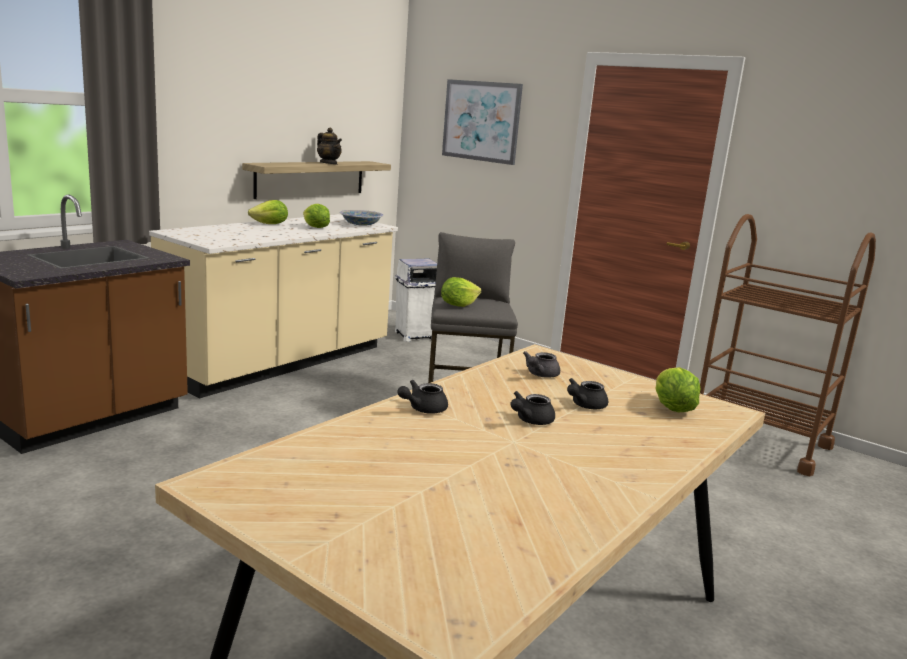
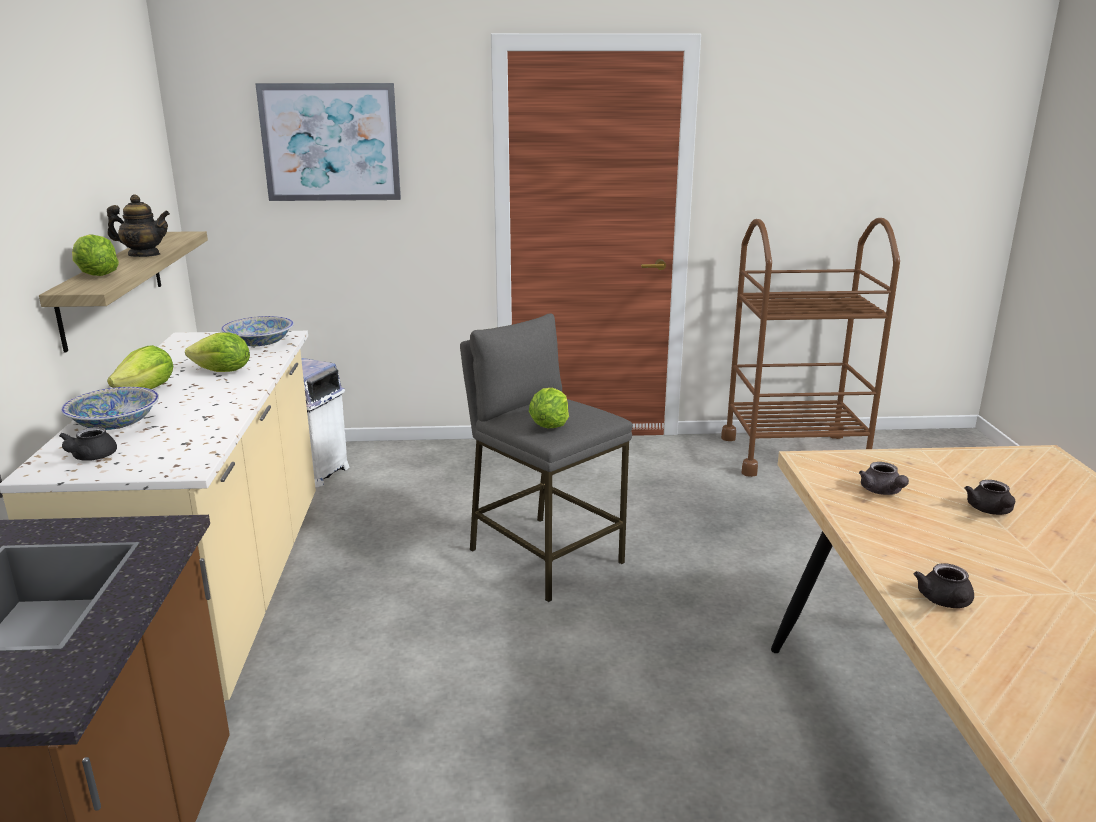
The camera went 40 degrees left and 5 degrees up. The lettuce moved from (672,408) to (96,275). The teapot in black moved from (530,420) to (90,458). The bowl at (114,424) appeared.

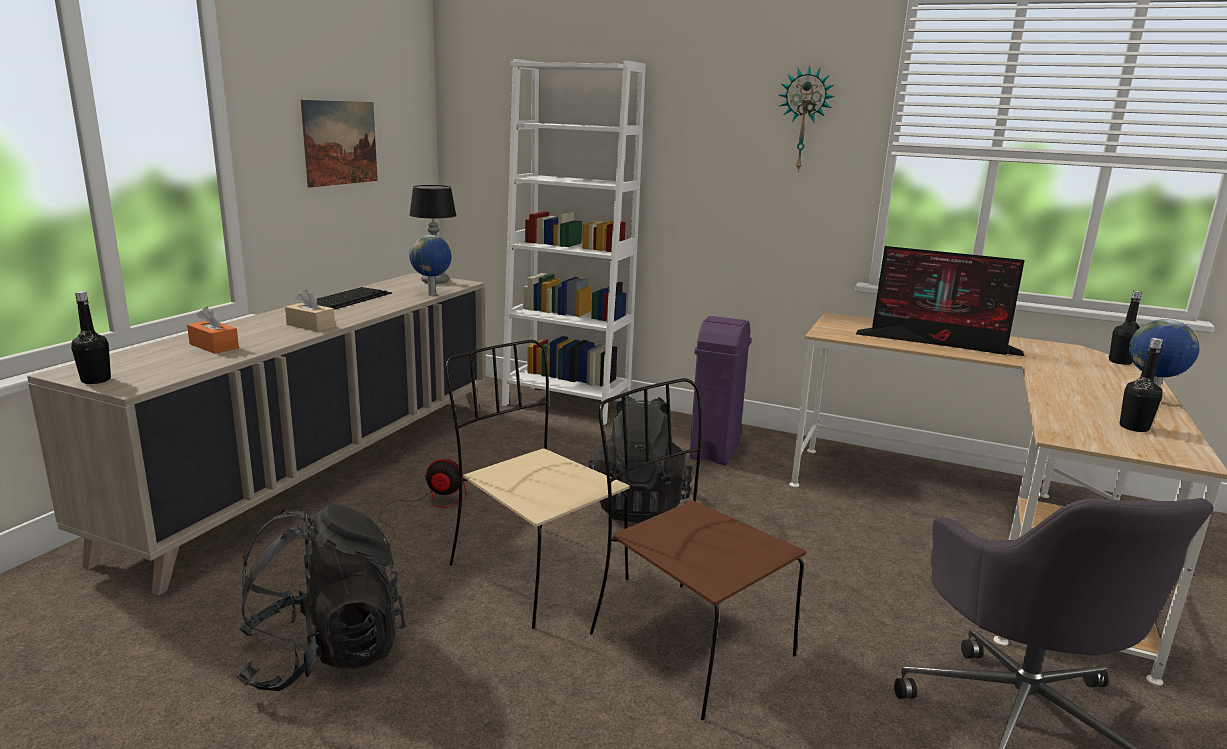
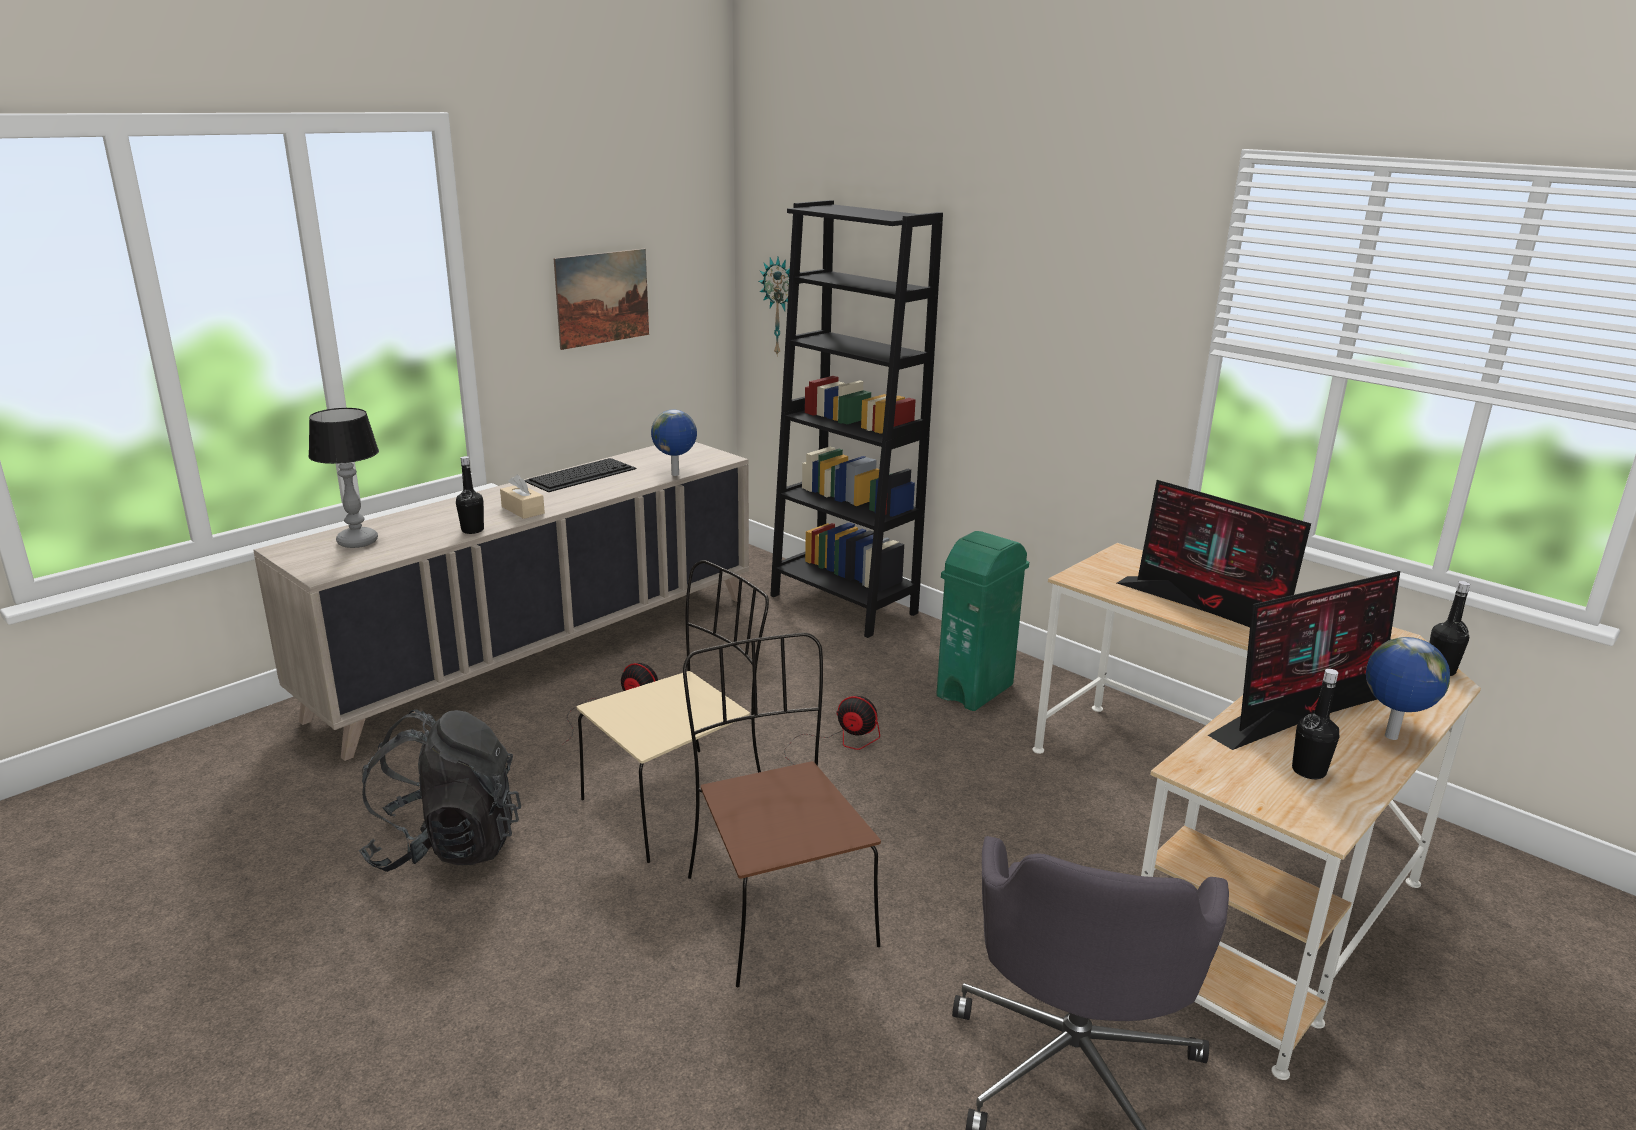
The camera went 20 degrees right and 5 degrees up. The bookcase in white at (566,404) became the bookcase in black at (843,604). The wall clock moved from (804,119) to (780,306). The table lamp moved from (436,281) to (358,542). The bottle in black moved from (96,380) to (472,530). The tissue box in orange at (214,346) disappeared. The trash can in purple at (715,451) became the trash can in green at (976,690). The chair in beige at (534,571) turned 75 degrees clockwise. The backpack in black at (638,505) was replaced by the fan at (836,745). The monitor at (1304,710) appeared.

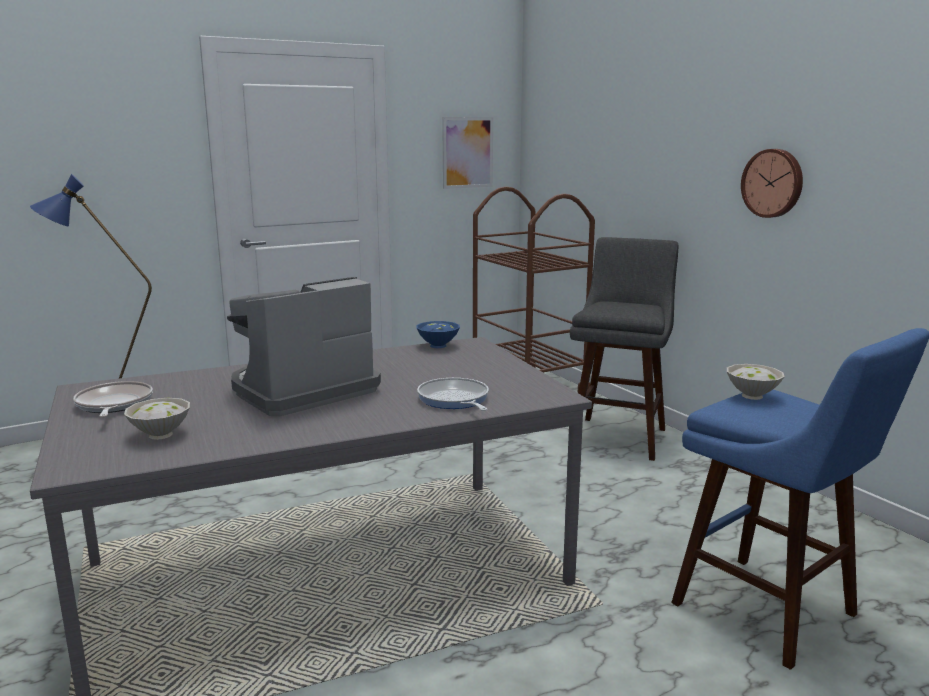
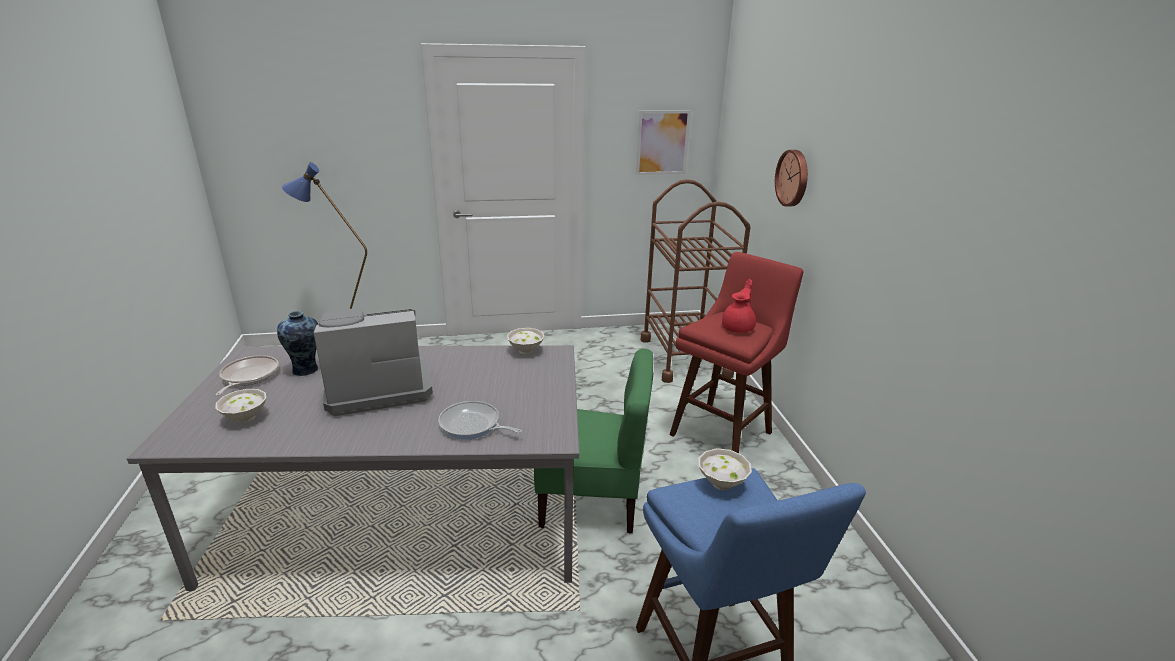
The camera went 20 degrees right and 10 degrees up. The wall clock moved from (773,183) to (793,178). The stool in grey at (619,436) became the stool in red at (723,431). The bowl in blue at (438,346) became the bowl in white at (525,351). The frying pan at (454,400) turned 60 degrees counterclockwise. The teapot in red at (738,328) appeared. The vase at (306,370) appeared. The chair in green at (591,501) appeared.

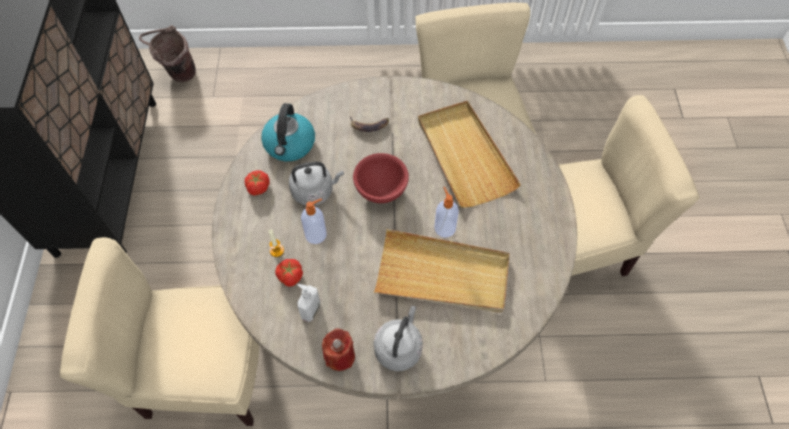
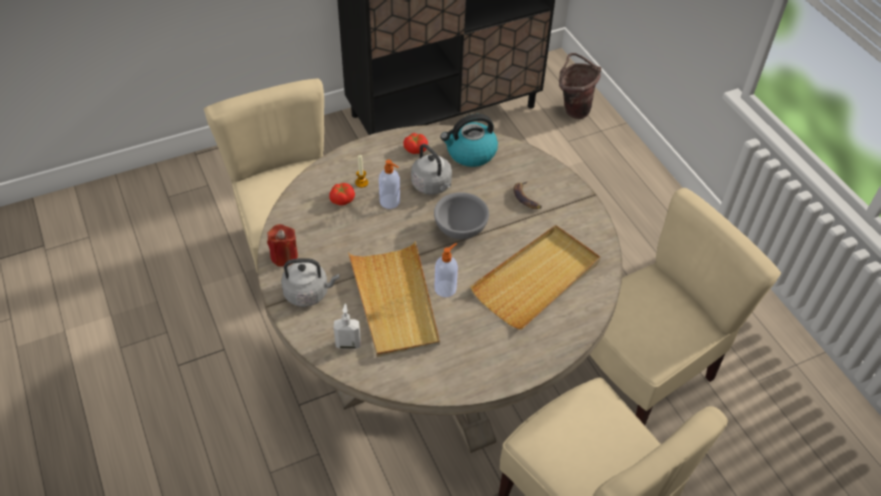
The camera went 65 degrees right and 10 degrees down. The bowl in red at (381,189) became the bowl in grey at (461,230). The soap dispenser moved from (310,310) to (348,344).

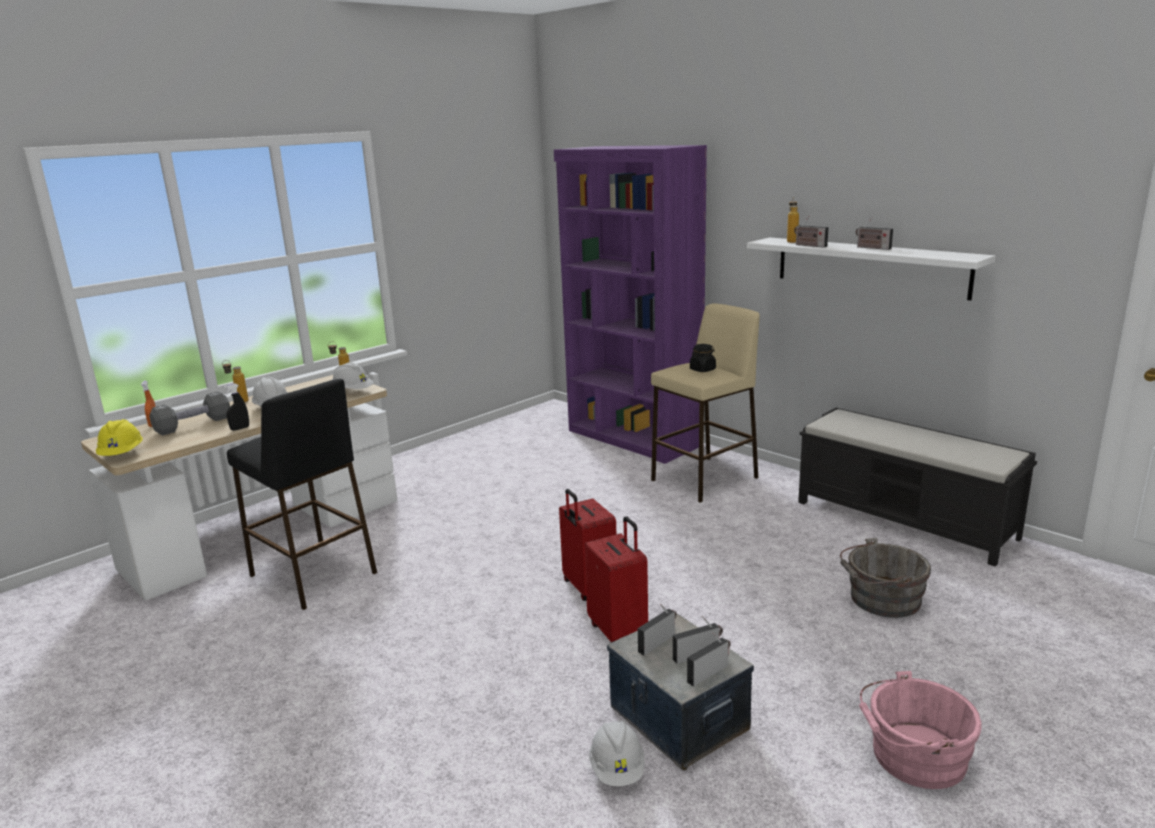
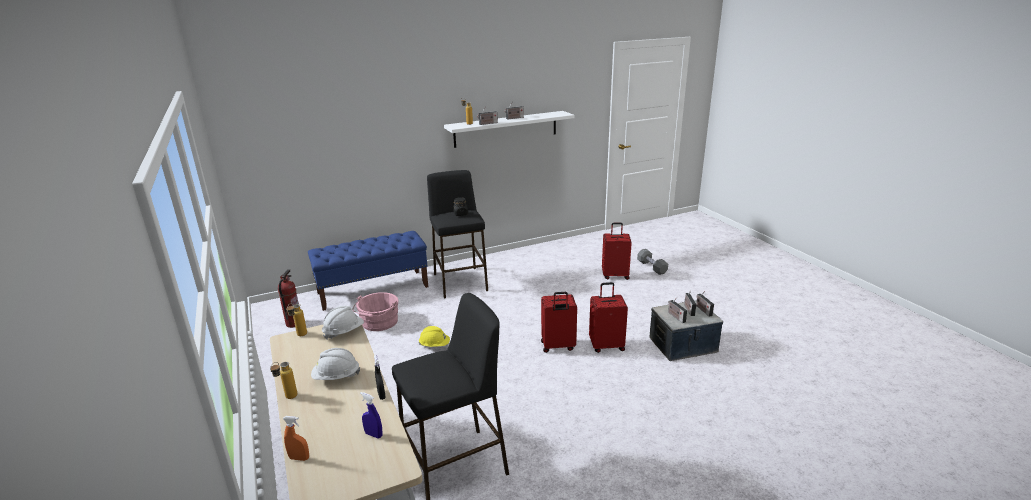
The camera went 70 degrees left and 5 degrees up. The bookcase in purple at (633,438) was replaced by the bench in blue at (373,290). The stool in beige at (705,478) became the stool in black at (460,282). The dumbbell in grey moved from (193,425) to (651,267). The bench in black at (905,520) disappeared. The hard hat in yellow moved from (122,454) to (434,345). The bucket in grey at (881,599) was replaced by the suitcase in red at (615,275). The bucket in pink moved from (913,756) to (378,323). The hard hat in white at (617,769) disappeared. The fire extinguisher at (293,323) appeared. The spray bottle in blue at (373,435) appeared.

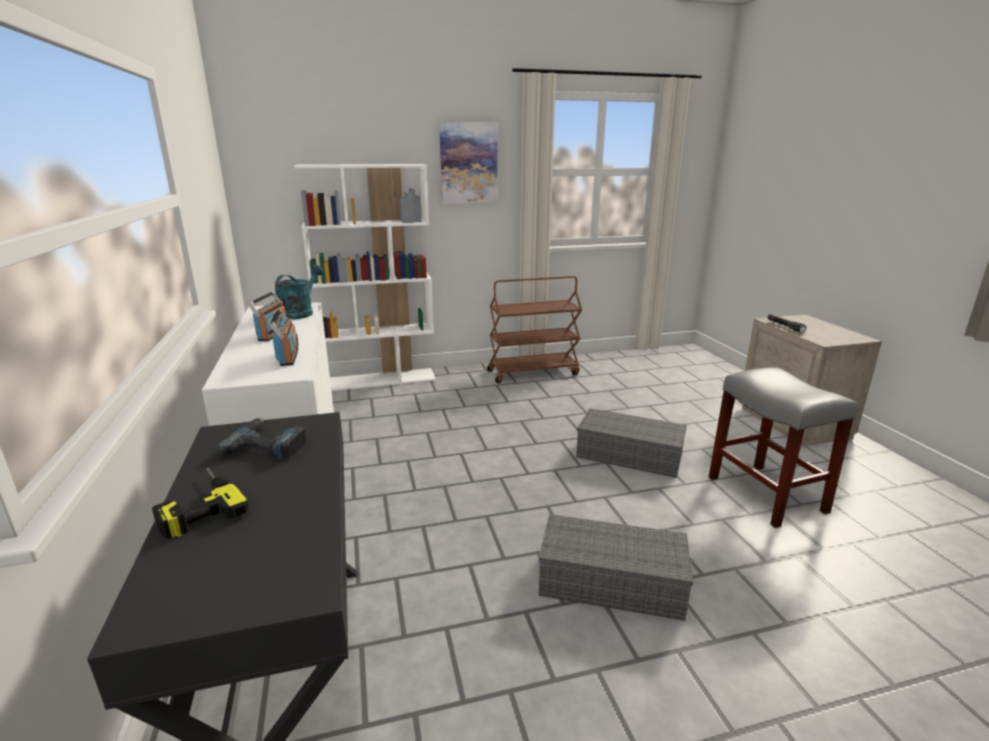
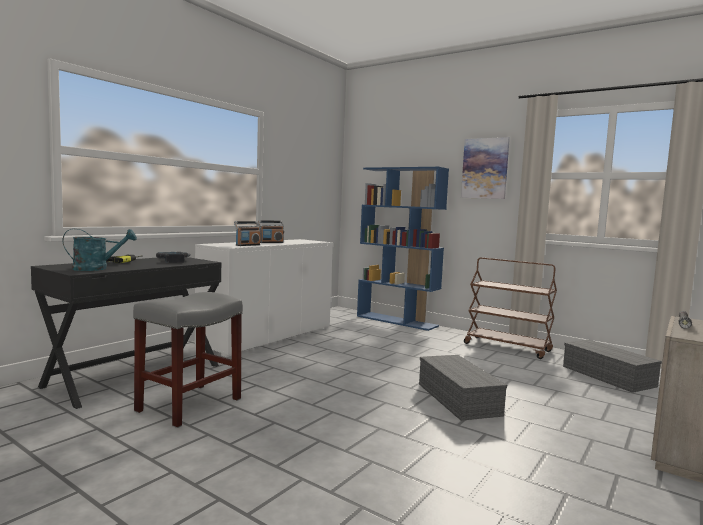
The camera went 50 degrees right and 15 degrees down. The bookcase in white at (379,380) became the bookcase in blue at (397,321). The watering can in turquoise moved from (300,313) to (97,268). The stool in grey moved from (767,495) to (189,405). The storage box in grey moved from (613,581) to (609,376).

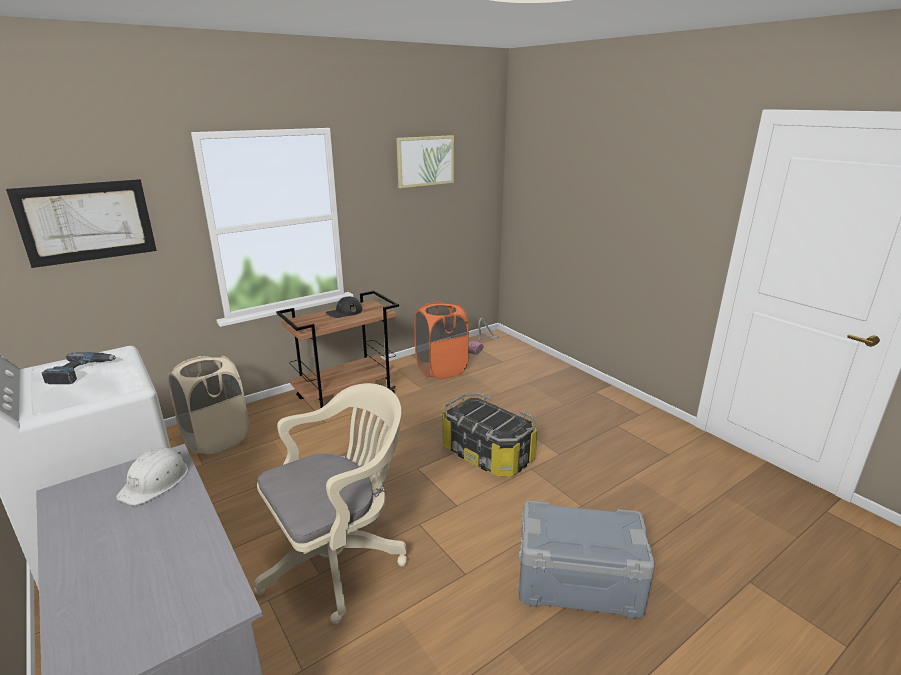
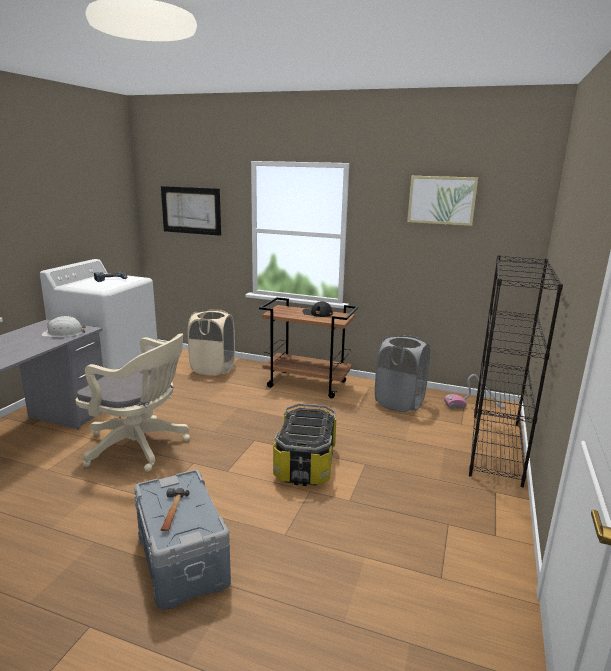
The camera went 55 degrees right and 5 degrees down. The laundry basket in orange at (441,369) became the laundry basket in grey at (399,403). The bookcase in black at (496,448) appeared. The hammer at (172,512) appeared.

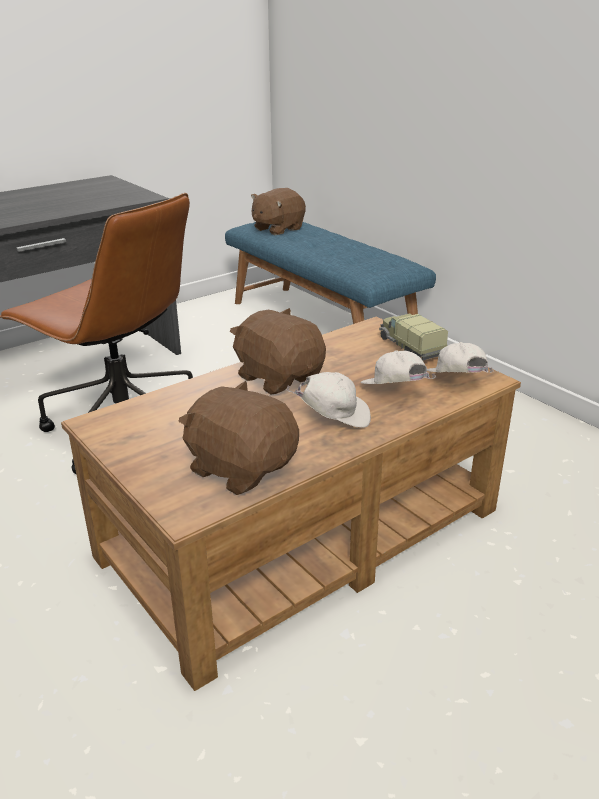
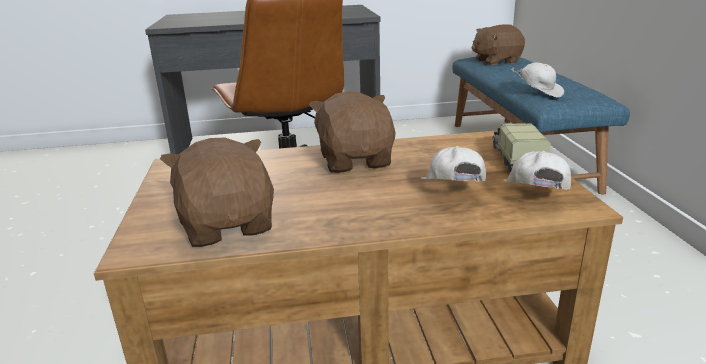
The camera went 30 degrees right and 5 degrees down. The cap in white moved from (334,417) to (539,92).

